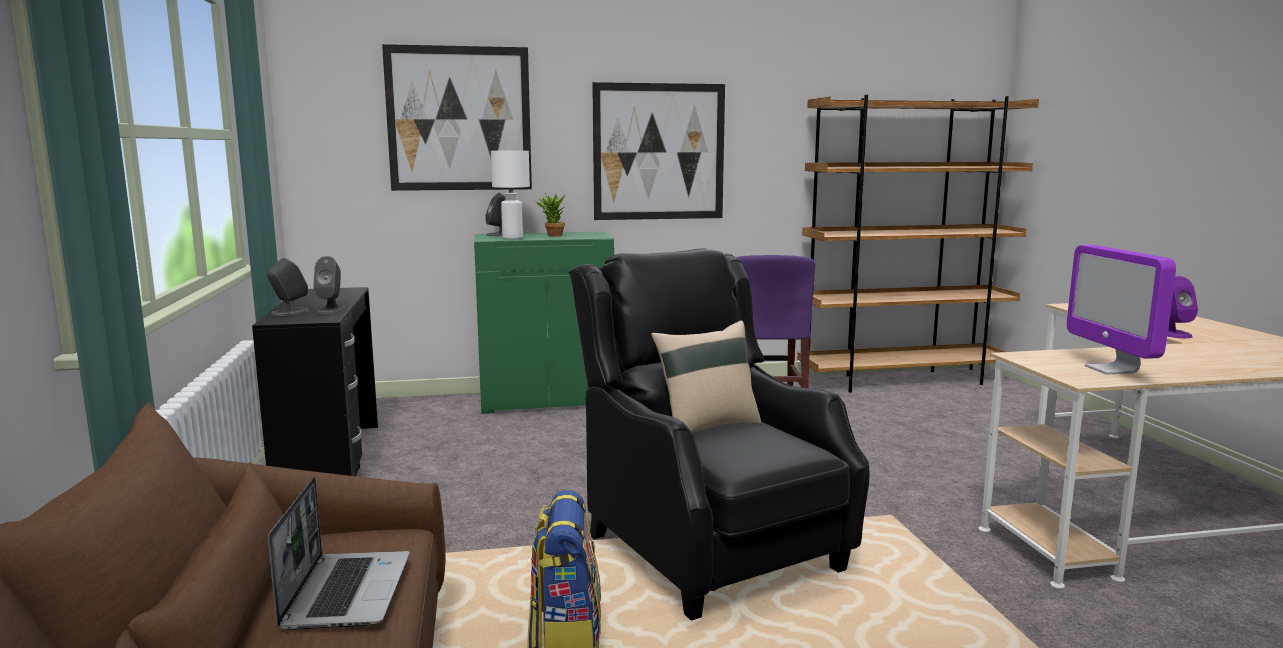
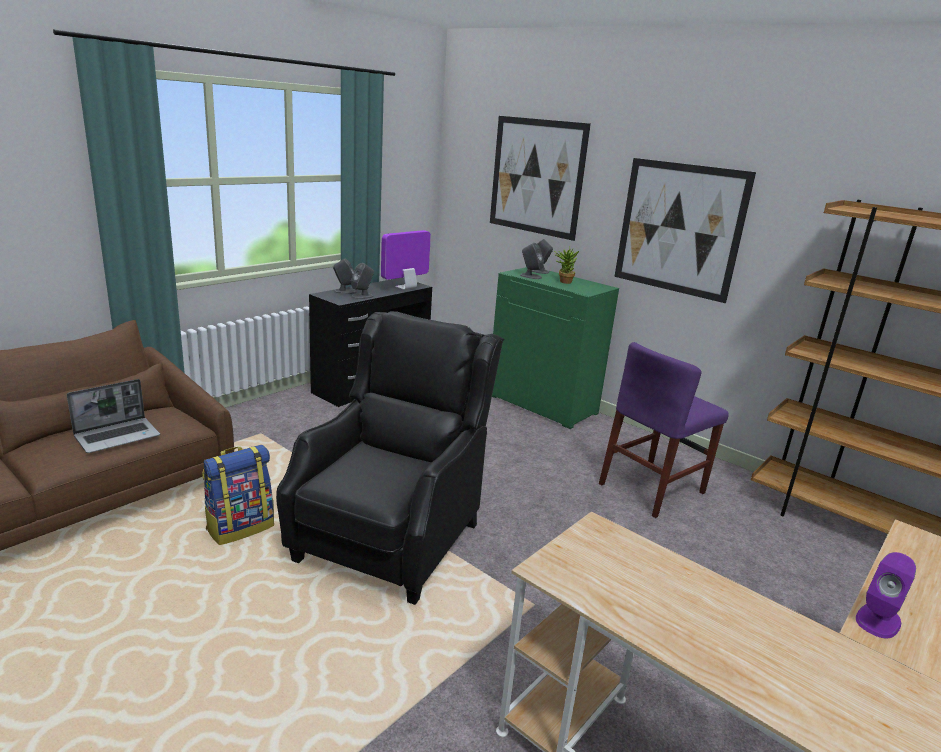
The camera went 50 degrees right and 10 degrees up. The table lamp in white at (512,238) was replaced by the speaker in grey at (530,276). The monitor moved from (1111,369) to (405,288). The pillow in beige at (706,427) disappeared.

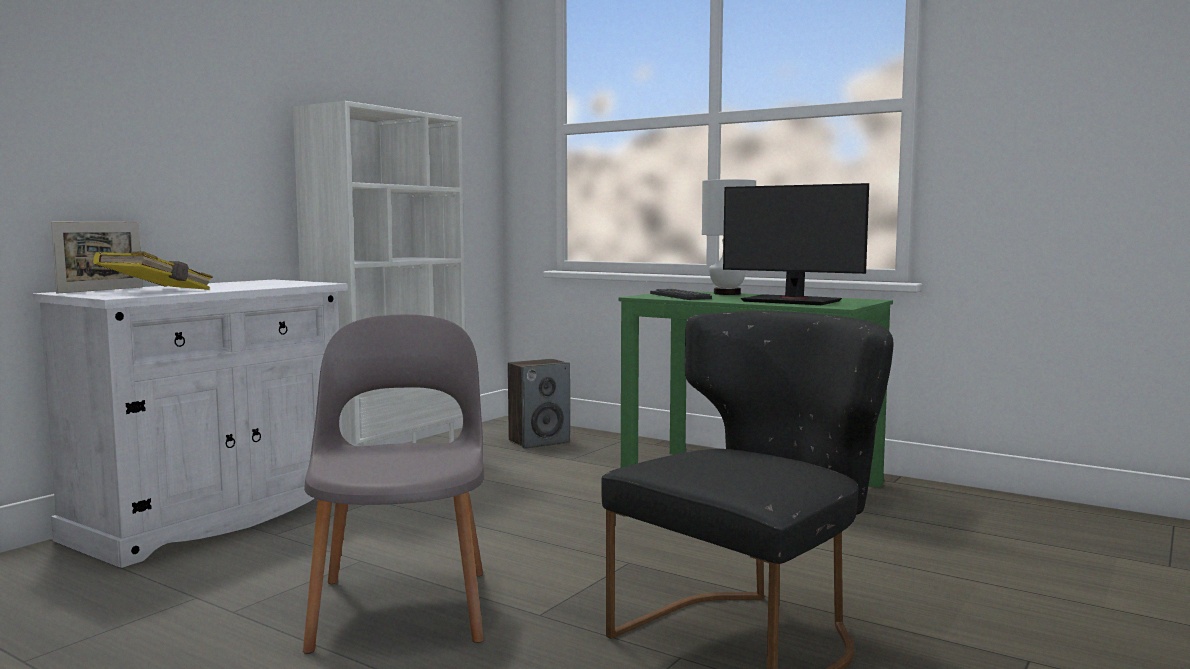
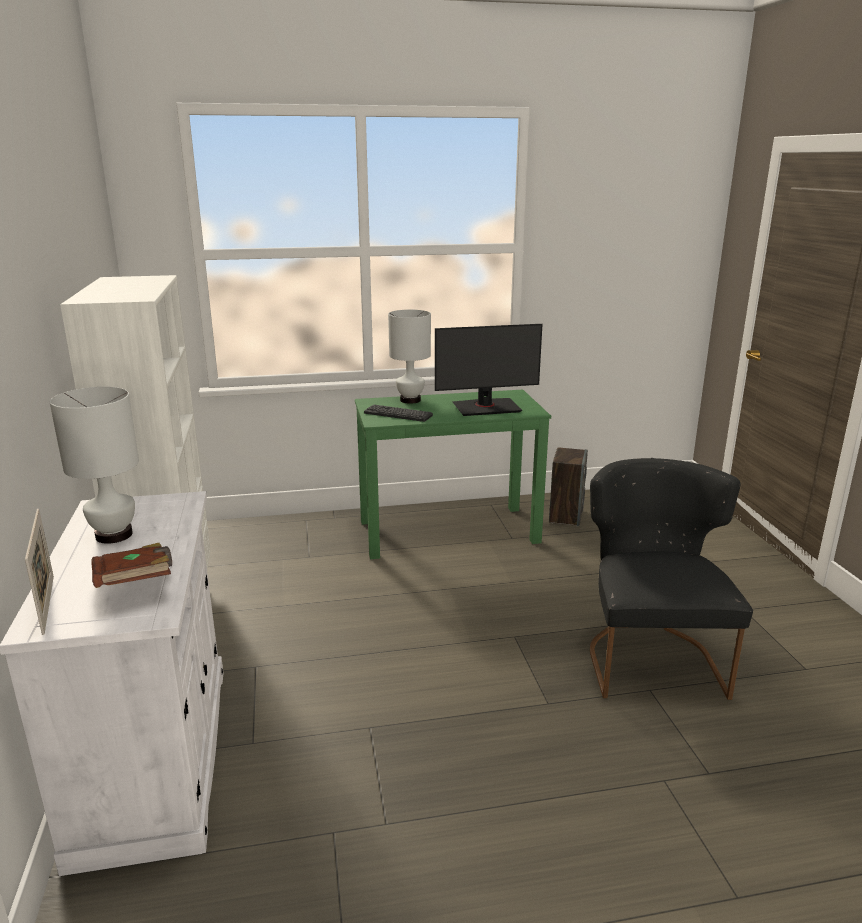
The camera went 45 degrees left and 15 degrees up. The book in yellow at (157,291) became the book in brown at (135,584). The chair in grey at (402,605) disappeared. The speaker moved from (539,441) to (565,516). The table lamp in white at (114,535) appeared.

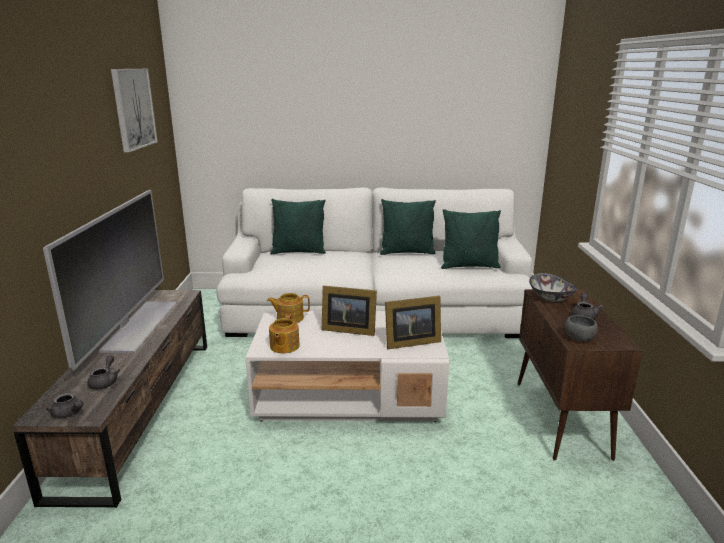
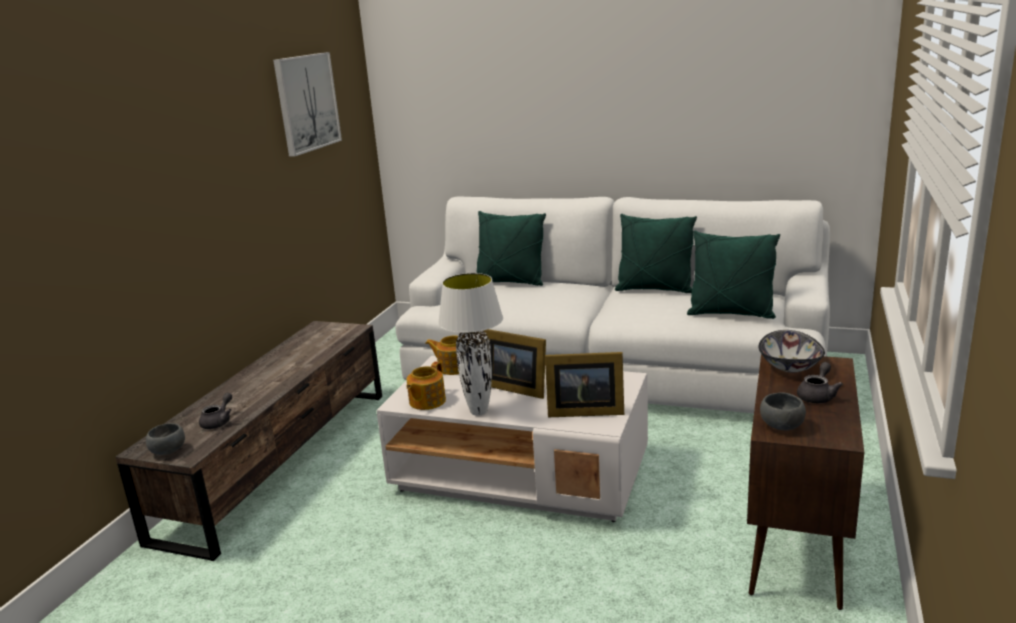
The camera went 20 degrees right and 0 degrees up. The television at (138,326) disappeared. The teapot in grey at (69,414) was replaced by the bowl in grey at (169,451). The table lamp in white at (478,412) appeared.

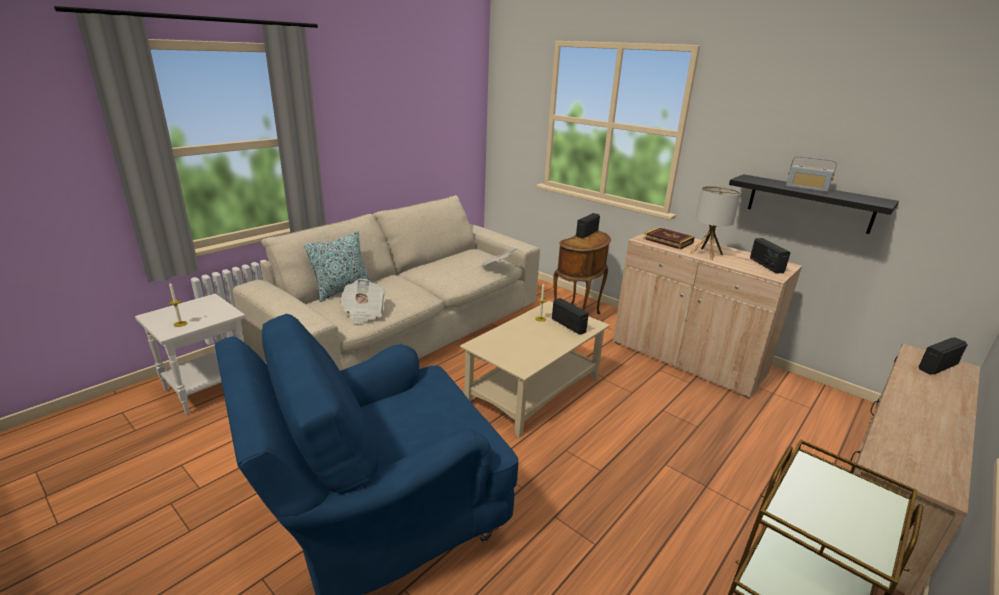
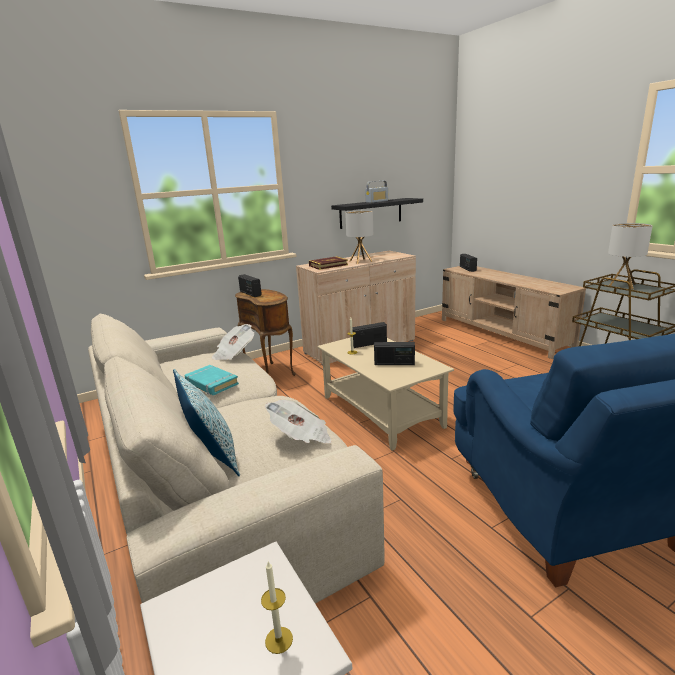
The camera went 70 degrees left and 5 degrees down. The radio moved from (766,265) to (394,363). The table lamp at (621,285) appeared. The book in turquoise at (211,383) appeared.

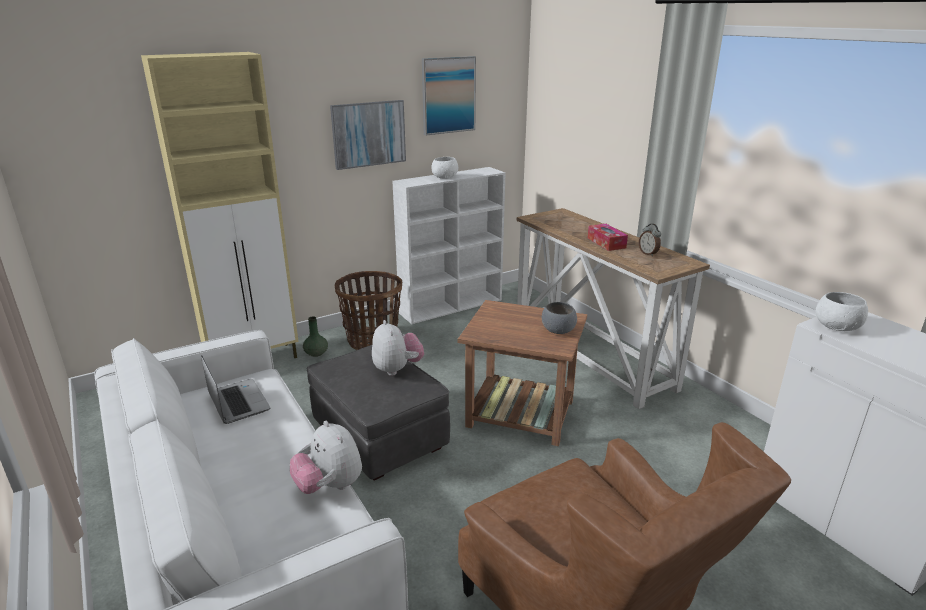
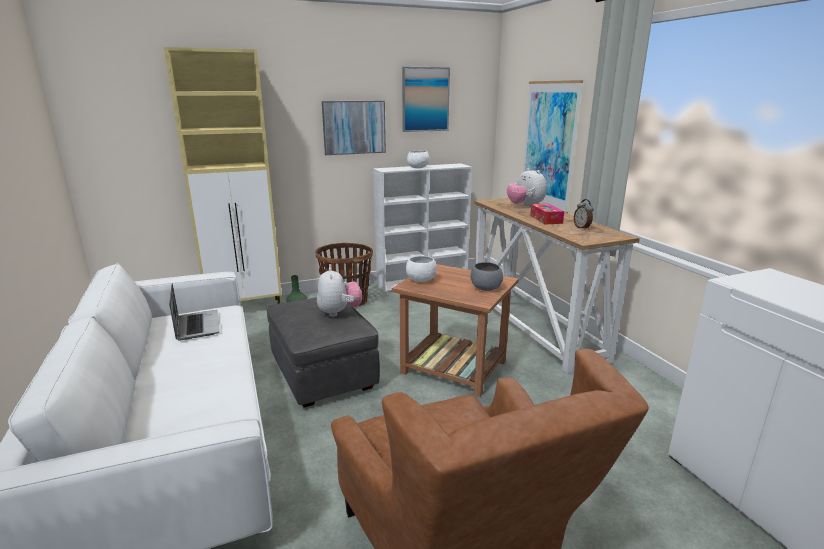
The camera went 10 degrees right and 5 degrees down. The bowl in white moved from (836,326) to (421,280). The plush toy moved from (329,486) to (525,206). The picture at (549,145) appeared.

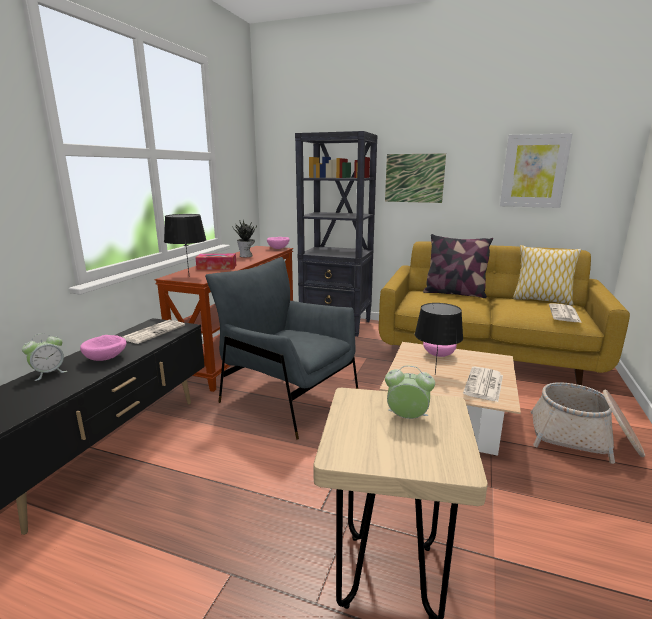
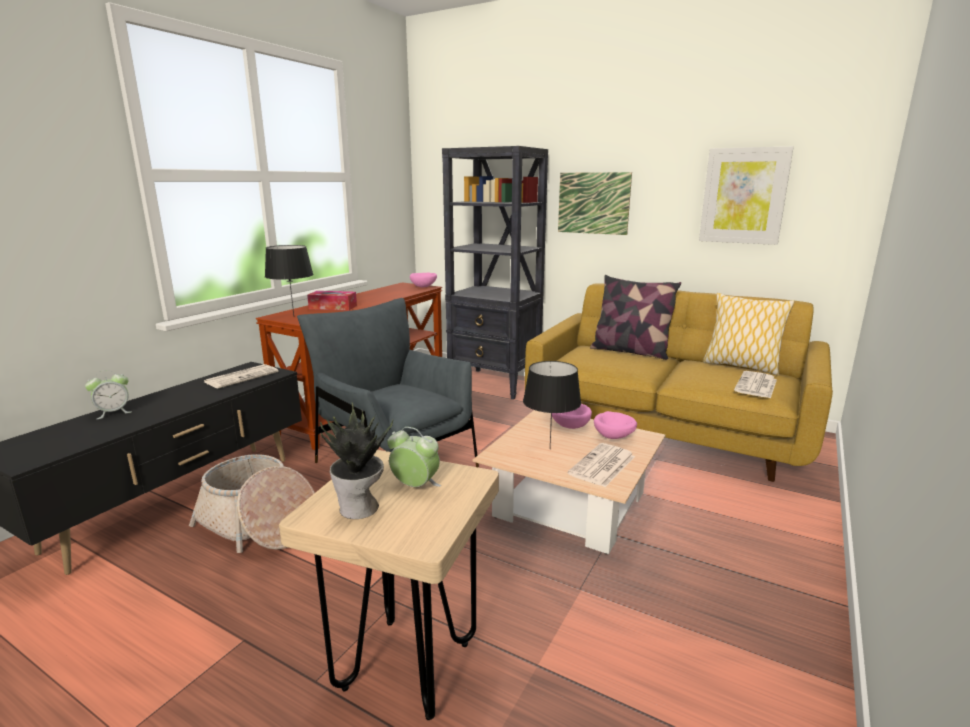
The camera went 10 degrees right and 0 degrees up. The potted plant moved from (246,256) to (360,509). The bowl in pink moved from (107,358) to (614,437). The basket moved from (582,439) to (259,524).

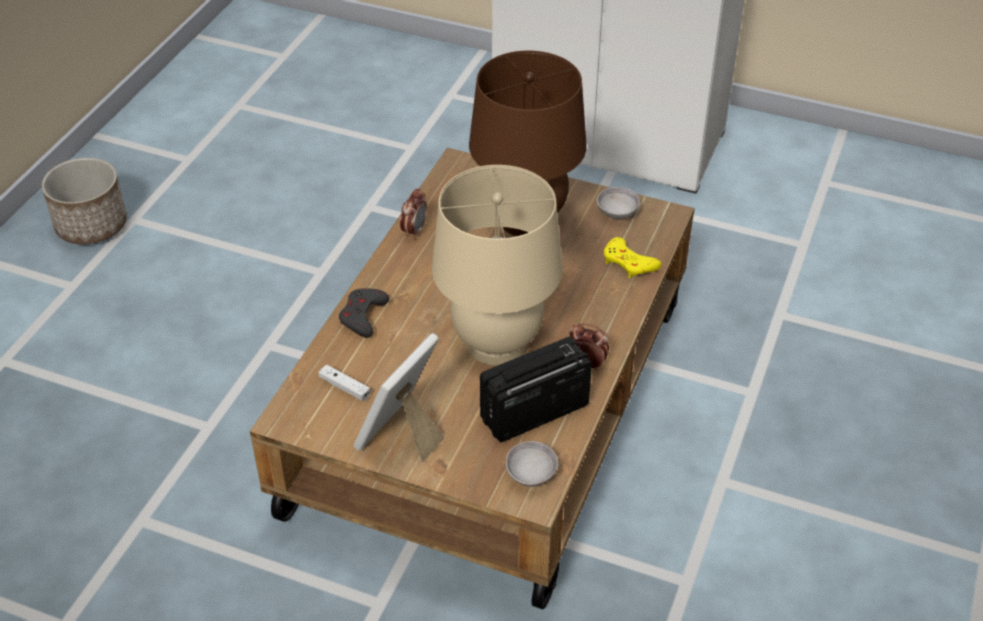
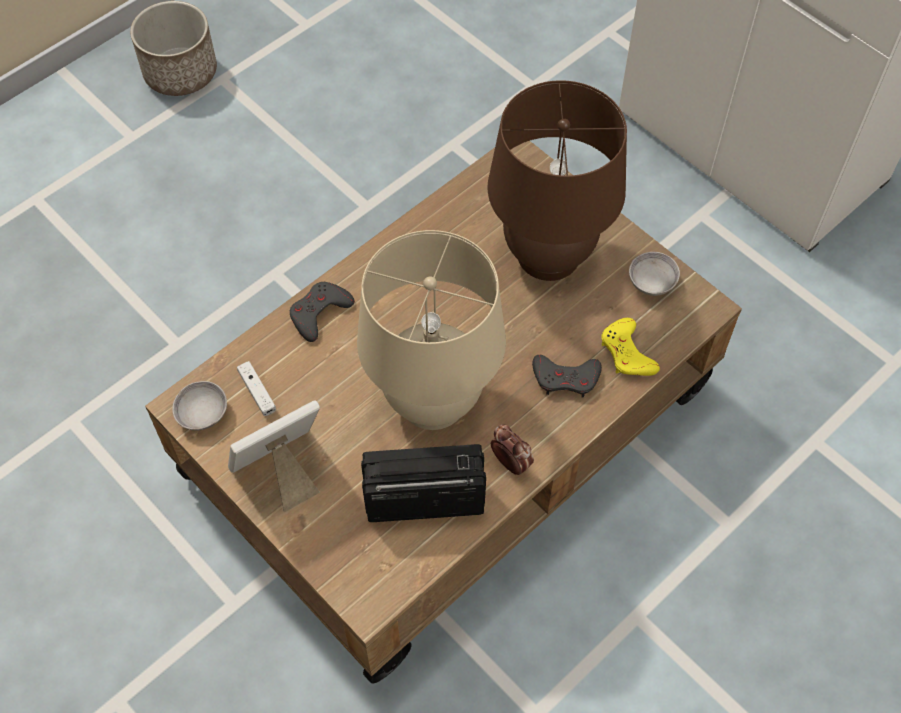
The camera went 25 degrees right and 15 degrees up. The alarm clock at (414,230) disappeared. The bowl in grey moved from (531,474) to (203,414). The game controller in grey at (566,378) appeared.

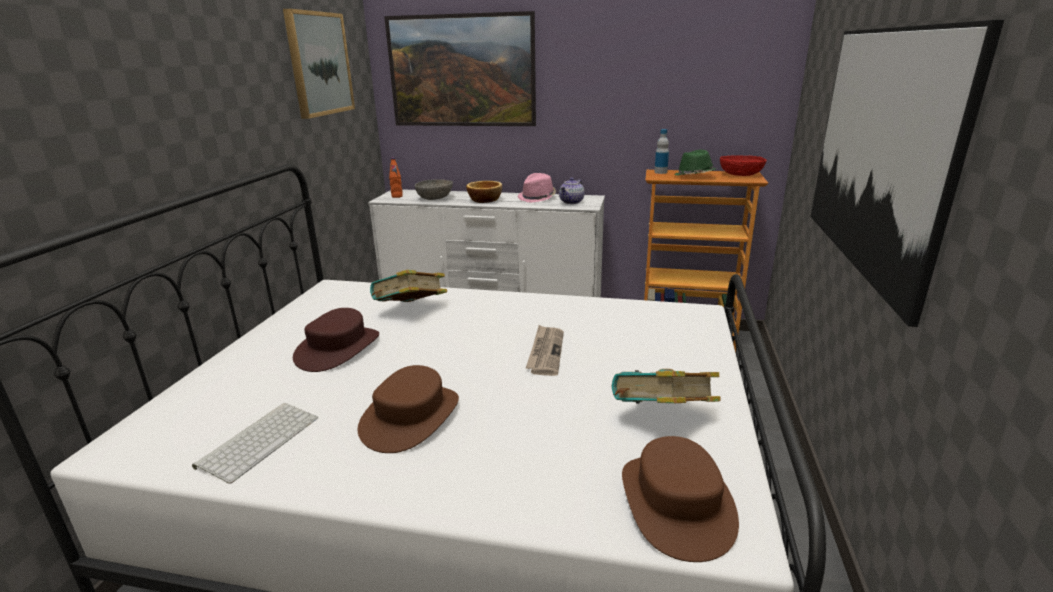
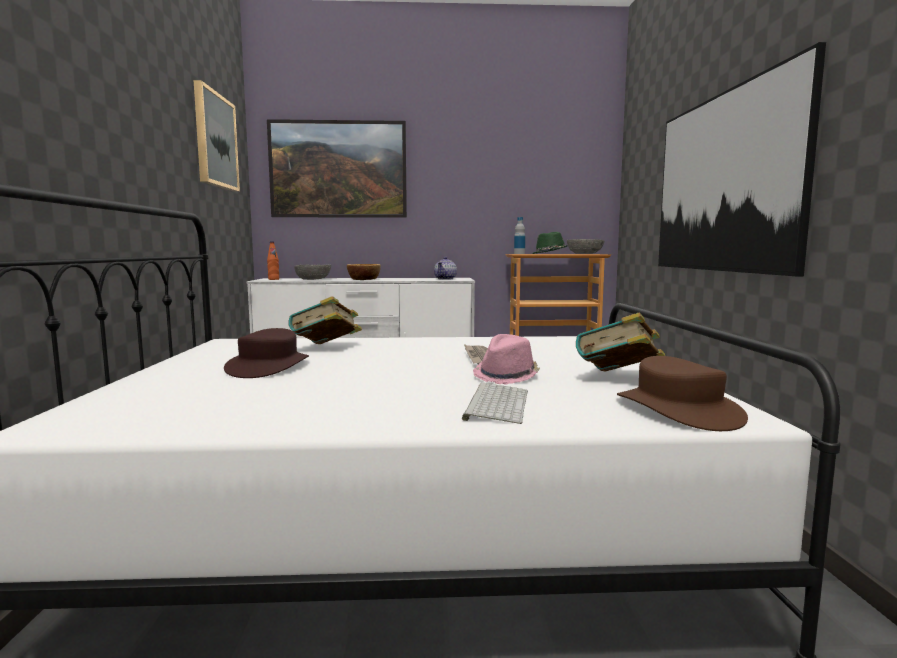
The camera went 15 degrees left and 15 degrees down. The bowl in red at (741,175) became the bowl in grey at (585,253). The hat in pink moved from (537,198) to (507,376). The hat in brown at (411,417) disappeared. The keyboard moved from (259,440) to (495,403).

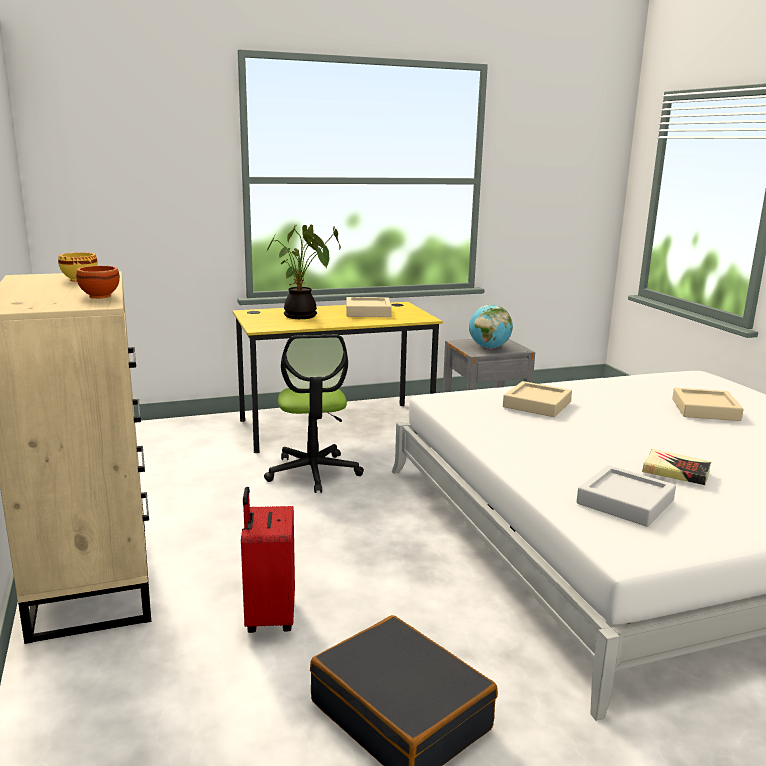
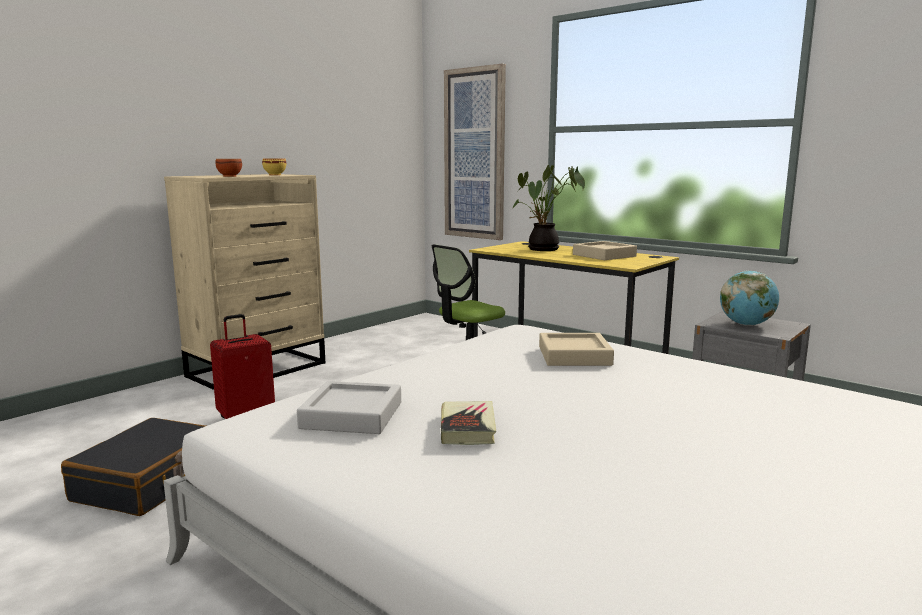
The camera went 60 degrees right and 5 degrees down. The tray in beige at (705,410) disappeared. The picture at (475,154) appeared.

